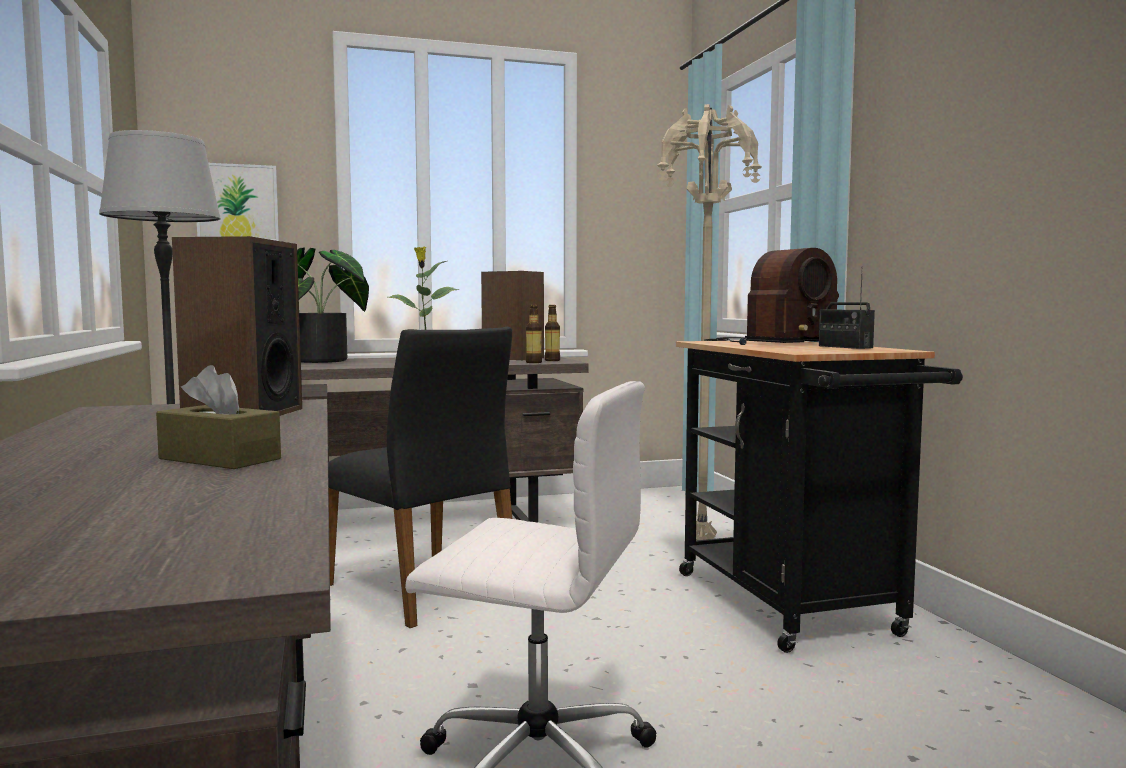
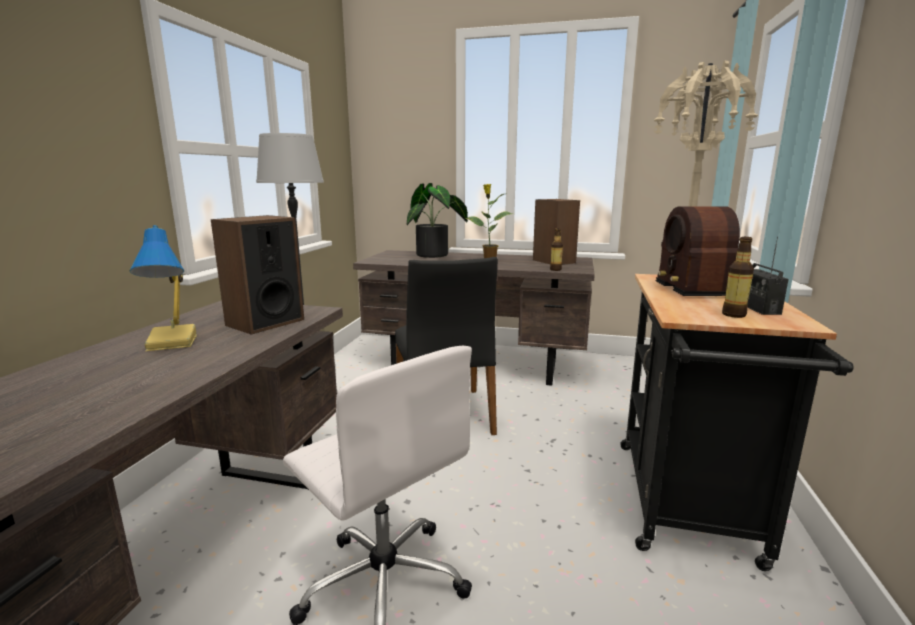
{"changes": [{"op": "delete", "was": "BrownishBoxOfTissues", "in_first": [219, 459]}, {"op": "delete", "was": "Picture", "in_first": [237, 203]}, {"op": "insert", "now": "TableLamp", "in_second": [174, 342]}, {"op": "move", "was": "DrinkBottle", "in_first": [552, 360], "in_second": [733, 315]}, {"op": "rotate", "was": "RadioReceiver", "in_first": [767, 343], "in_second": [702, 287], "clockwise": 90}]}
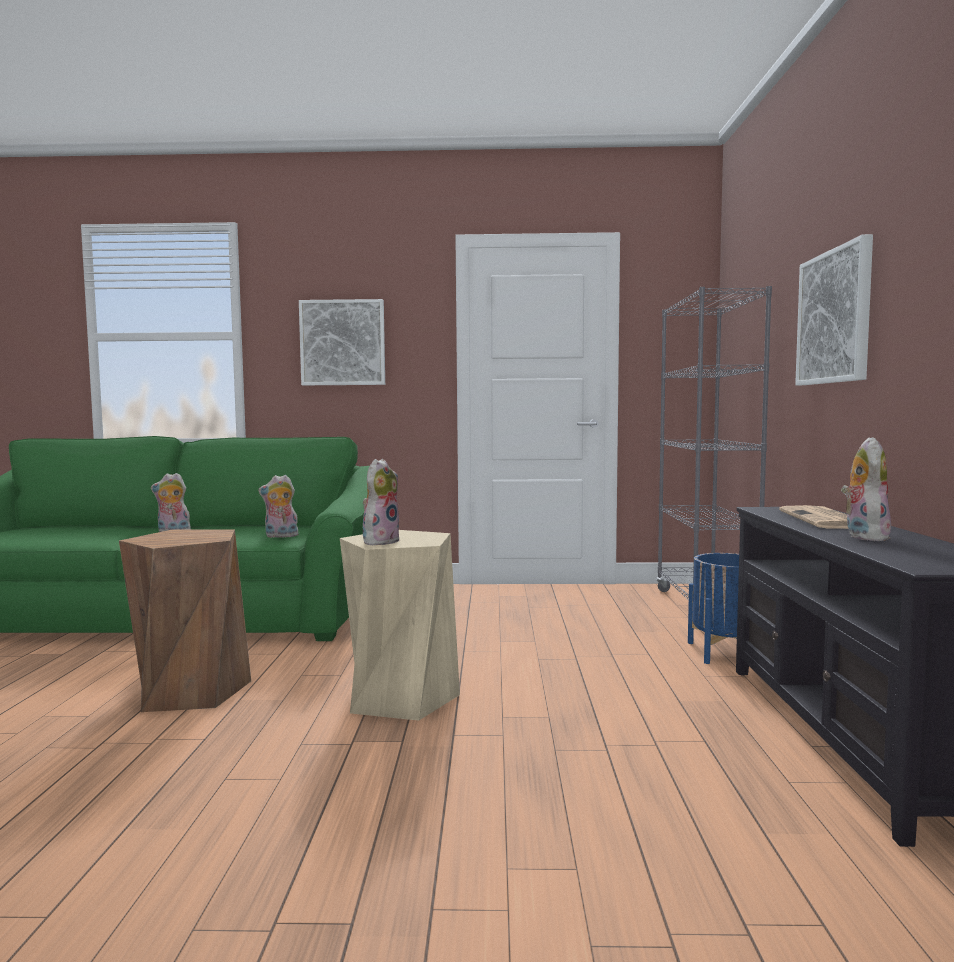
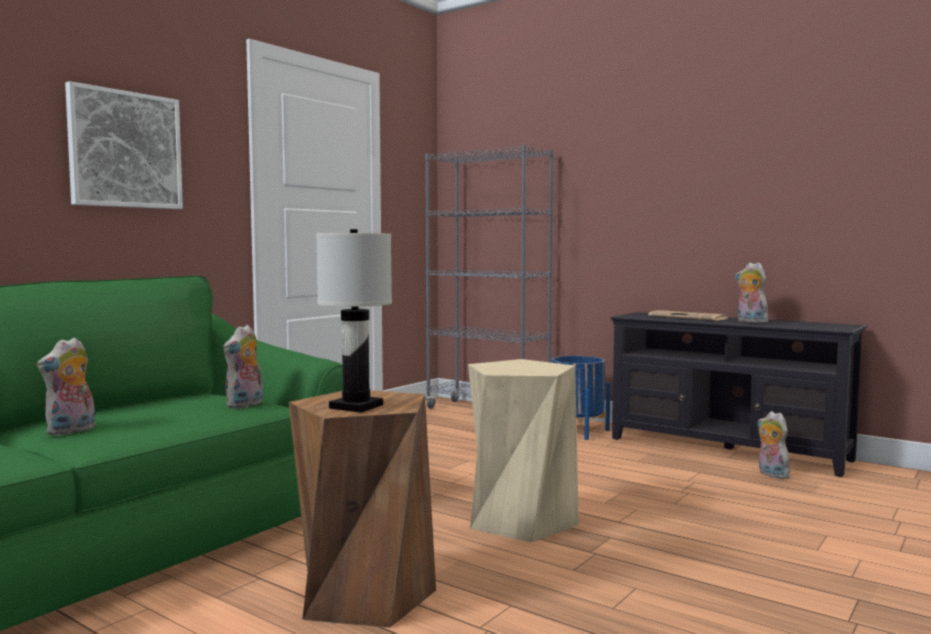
{"changes": [{"op": "delete", "was": "Picture", "in_first": [835, 317]}, {"op": "insert", "now": "WhitishTableLamp", "in_second": [357, 406]}, {"op": "move", "was": "SoftToy", "in_first": [380, 541], "in_second": [771, 474]}]}
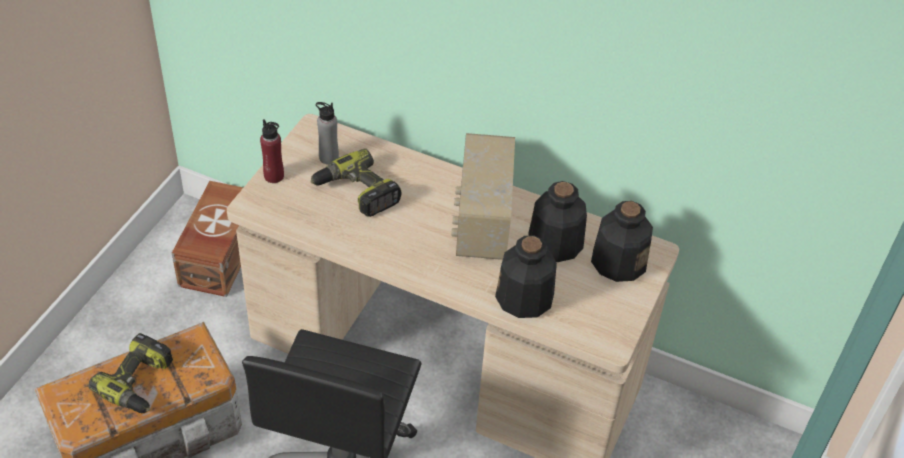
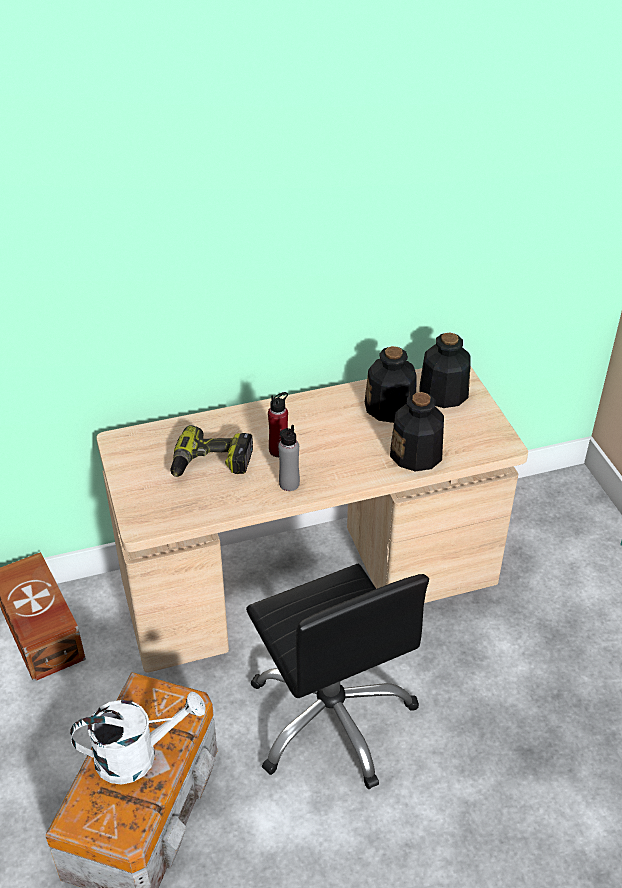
{"changes": [{"op": "delete", "was": "RadioReceiver", "in_first": [481, 224]}, {"op": "move", "was": "RedDrinkBottle", "in_first": [274, 176], "in_second": [279, 450]}, {"op": "move", "was": "GrayDrinkBottle", "in_first": [328, 157], "in_second": [289, 484]}, {"op": "replace", "was": "Drill", "now": "WhitishSprinklingCan", "in_first": [140, 383], "in_second": [137, 755]}]}
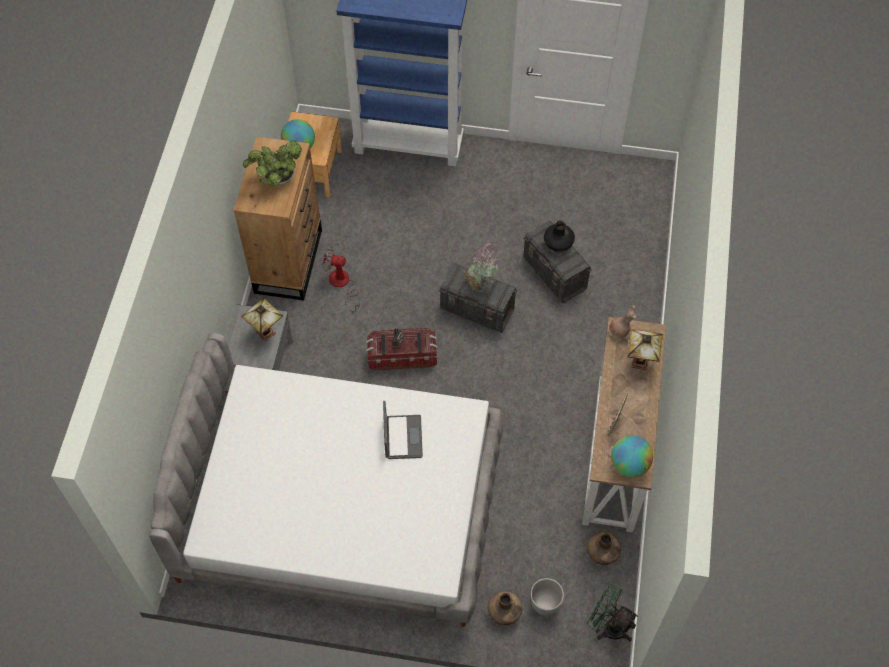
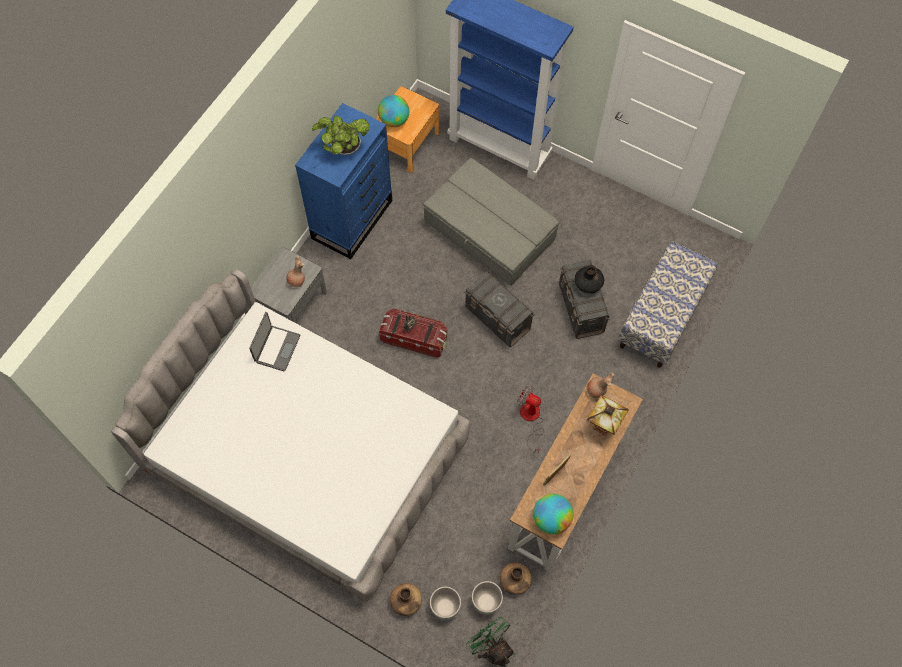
{"changes": [{"op": "delete", "was": "PottedPlant", "in_first": [481, 282]}, {"op": "insert", "now": "GrayPouffe", "in_second": [489, 232]}, {"op": "insert", "now": "GrayPlanter", "in_second": [486, 602]}, {"op": "insert", "now": "LongSeat", "in_second": [662, 317]}, {"op": "move", "was": "ElectricFan", "in_first": [342, 284], "in_second": [530, 419]}, {"op": "move", "was": "Laptop", "in_first": [402, 437], "in_second": [276, 348]}, {"op": "replace", "was": "TableLamp", "now": "BrownishDecorativeVase", "in_first": [267, 333], "in_second": [297, 281]}, {"op": "recolor", "was": "BrownishChestOfDrawers", "now": "BlueChestOfDrawers", "in_first": [289, 260], "in_second": [352, 219]}]}
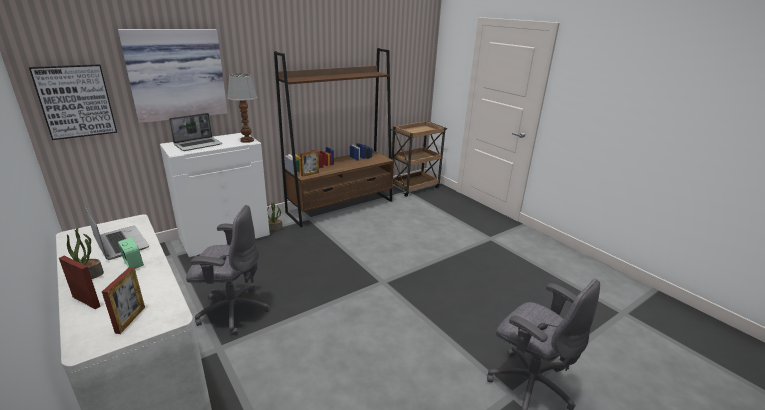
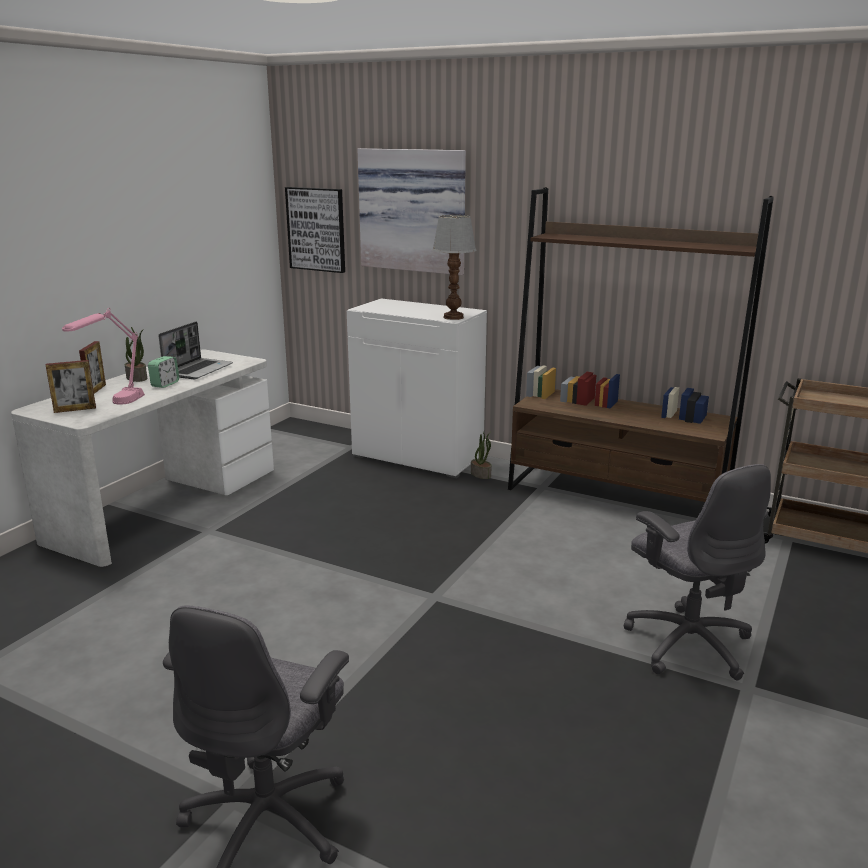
{"changes": [{"op": "delete", "was": "Laptop", "in_first": [198, 145]}, {"op": "delete", "was": "StandingFrame", "in_first": [310, 174]}, {"op": "insert", "now": "PinkColouredTableLamp", "in_second": [114, 406]}, {"op": "move", "was": "GrayComputerChair", "in_first": [232, 310], "in_second": [687, 643]}]}
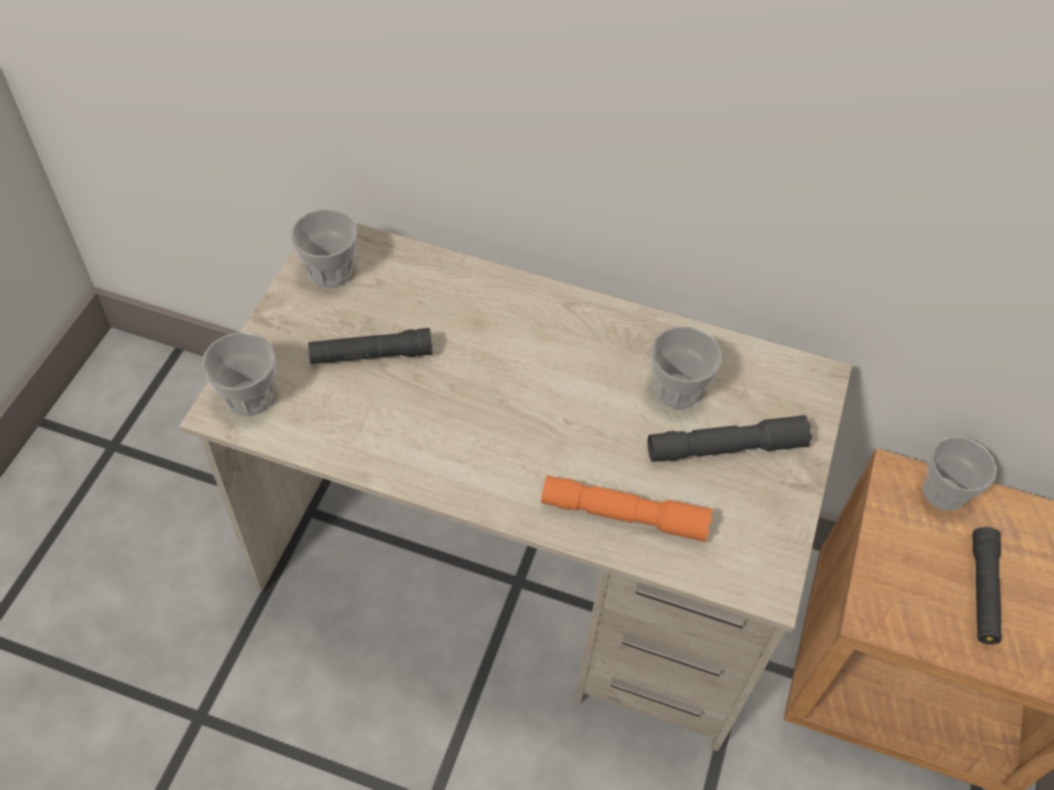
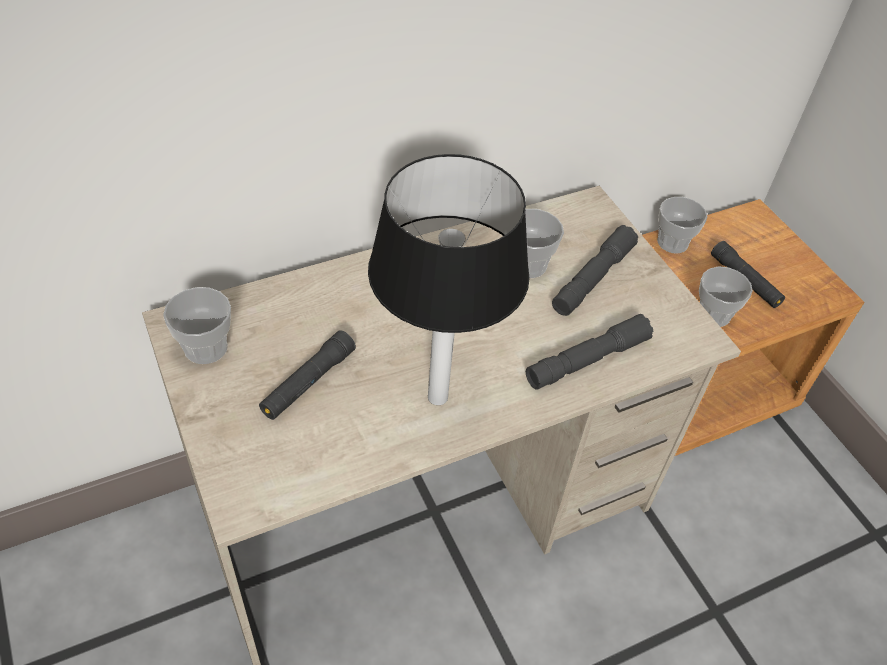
{"changes": [{"op": "insert", "now": "TableLamp", "in_second": [436, 398]}, {"op": "move", "was": "DrinkingCup", "in_first": [249, 397], "in_second": [713, 314]}, {"op": "recolor", "was": "OrangeFlashlight", "now": "GrayFlashlight", "in_first": [624, 515], "in_second": [587, 360]}]}
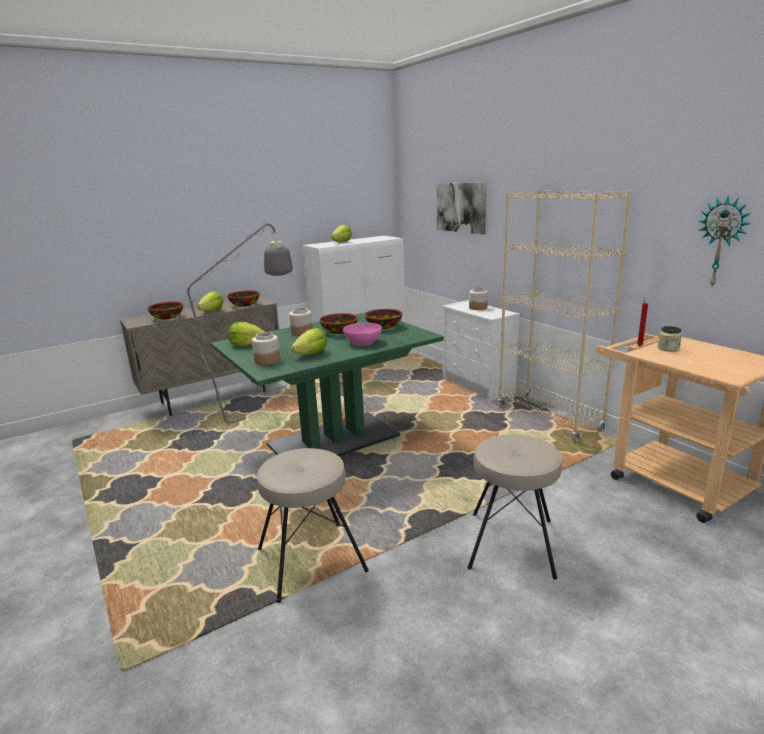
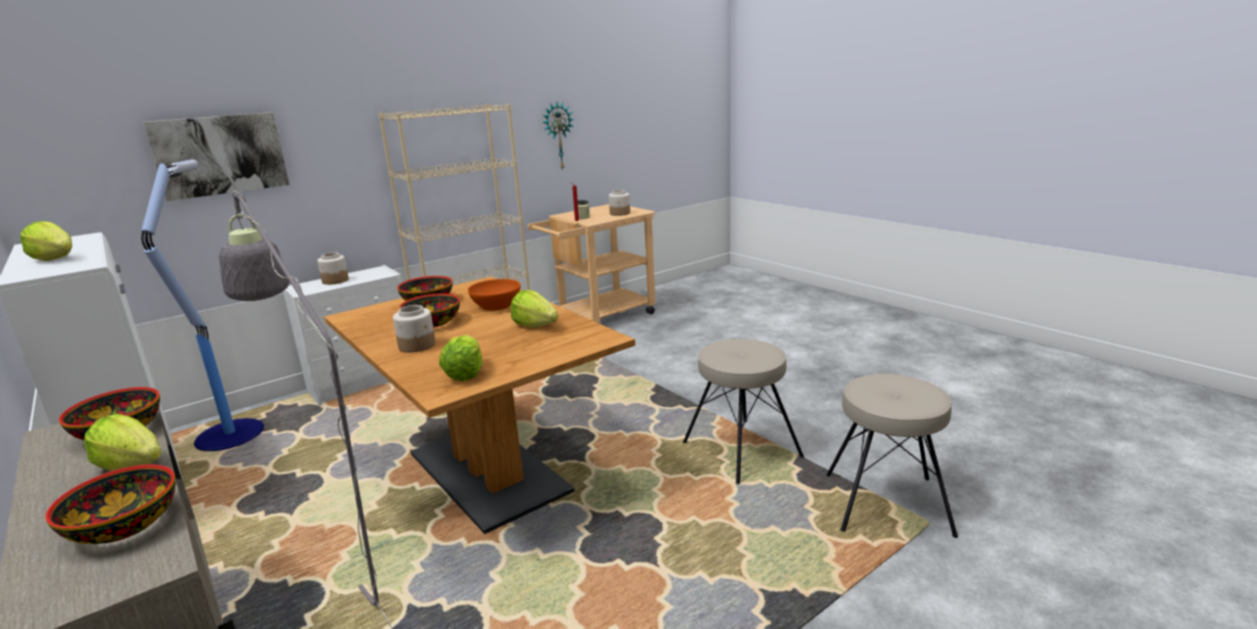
{"changes": [{"op": "insert", "now": "StandingLamp", "in_second": [231, 434]}, {"op": "move", "was": "PreserveJar", "in_first": [267, 361], "in_second": [620, 213]}, {"op": "move", "was": "BeigeStoolSeat", "in_first": [512, 543], "in_second": [886, 503]}, {"op": "recolor", "was": "GreenDinnerTable", "now": "BrownishDinnerTable", "in_first": [334, 441], "in_second": [488, 473]}, {"op": "recolor", "was": "PinkColouredBowl", "now": "OrangeBowl", "in_first": [363, 342], "in_second": [496, 306]}]}
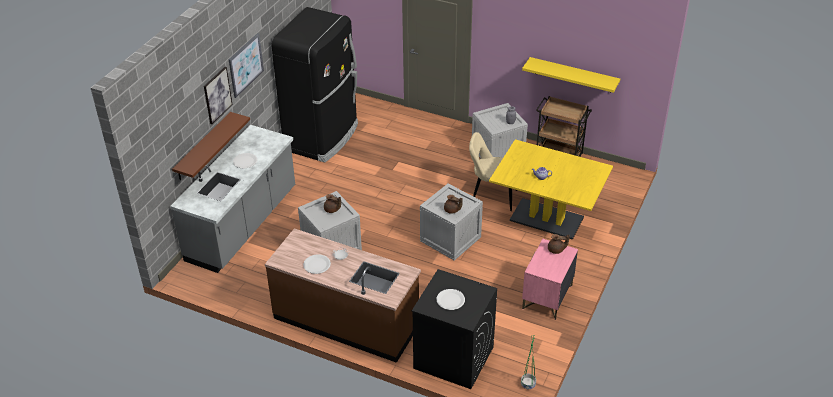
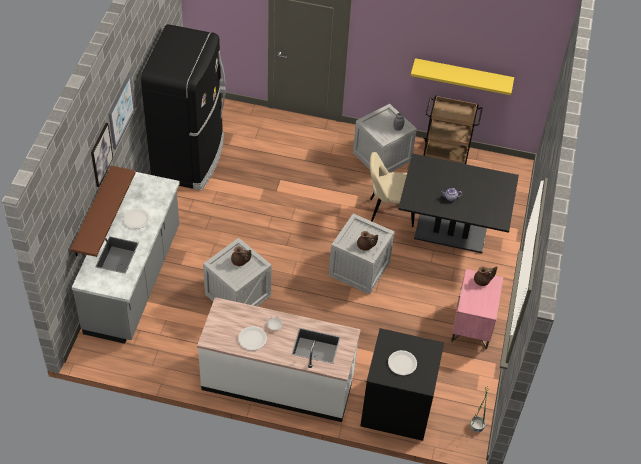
{"changes": [{"op": "recolor", "was": "BrownishKitchenBaseUnit", "now": "WhitishKitchenBaseUnit", "in_first": [346, 321], "in_second": [278, 382]}, {"op": "recolor", "was": "YellowishDinnerTable", "now": "BlackishDinnerTable", "in_first": [546, 219], "in_second": [450, 232]}]}
